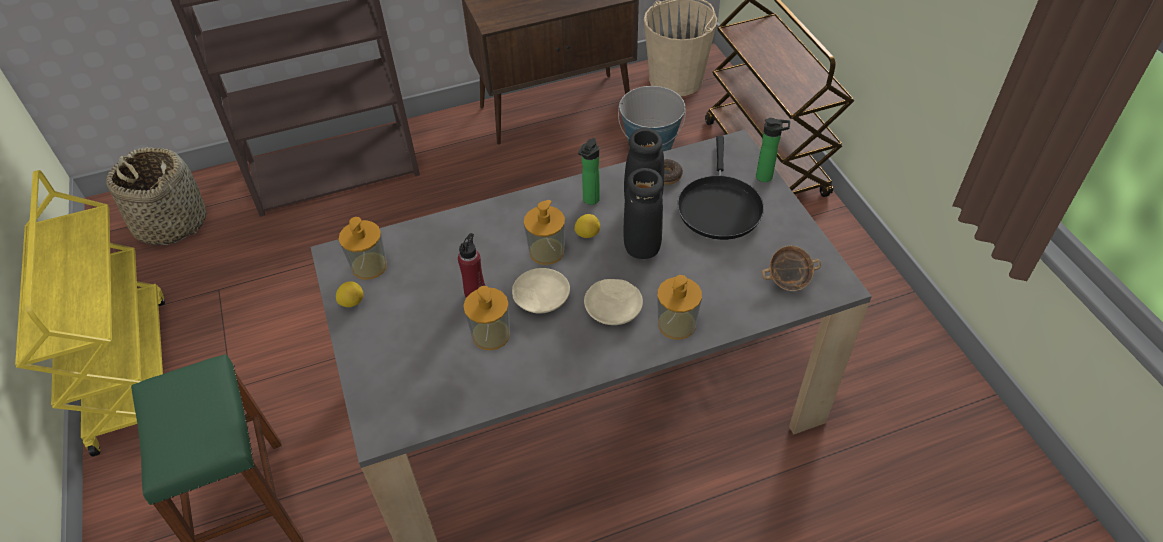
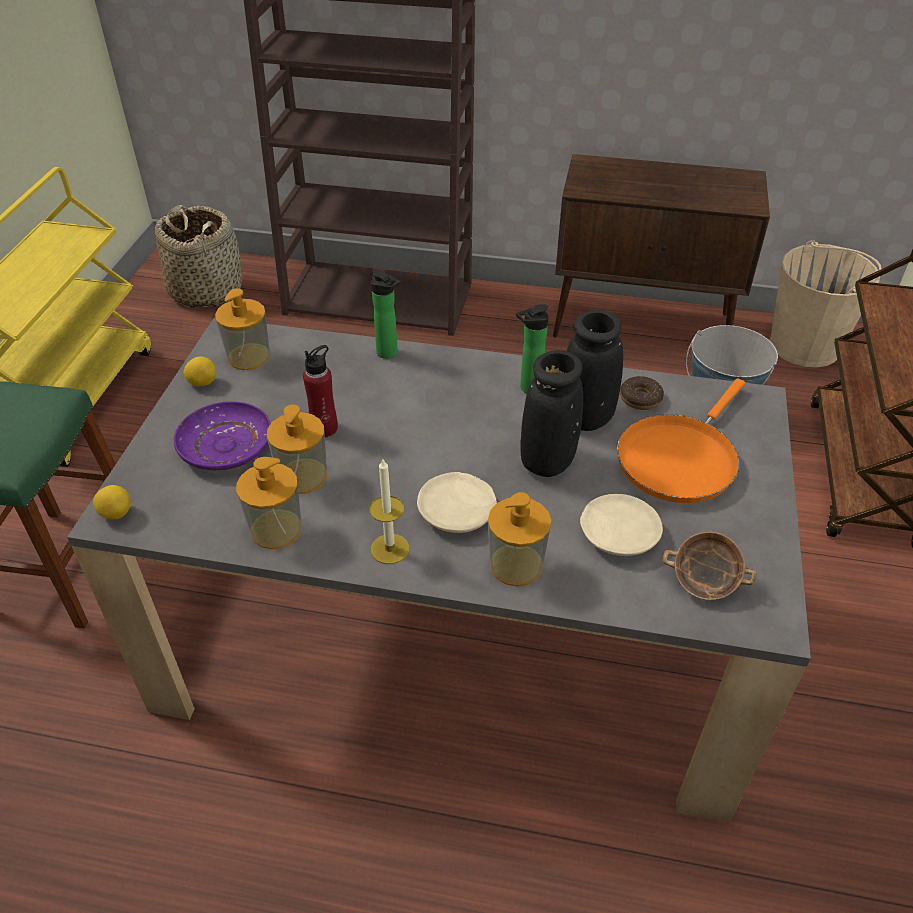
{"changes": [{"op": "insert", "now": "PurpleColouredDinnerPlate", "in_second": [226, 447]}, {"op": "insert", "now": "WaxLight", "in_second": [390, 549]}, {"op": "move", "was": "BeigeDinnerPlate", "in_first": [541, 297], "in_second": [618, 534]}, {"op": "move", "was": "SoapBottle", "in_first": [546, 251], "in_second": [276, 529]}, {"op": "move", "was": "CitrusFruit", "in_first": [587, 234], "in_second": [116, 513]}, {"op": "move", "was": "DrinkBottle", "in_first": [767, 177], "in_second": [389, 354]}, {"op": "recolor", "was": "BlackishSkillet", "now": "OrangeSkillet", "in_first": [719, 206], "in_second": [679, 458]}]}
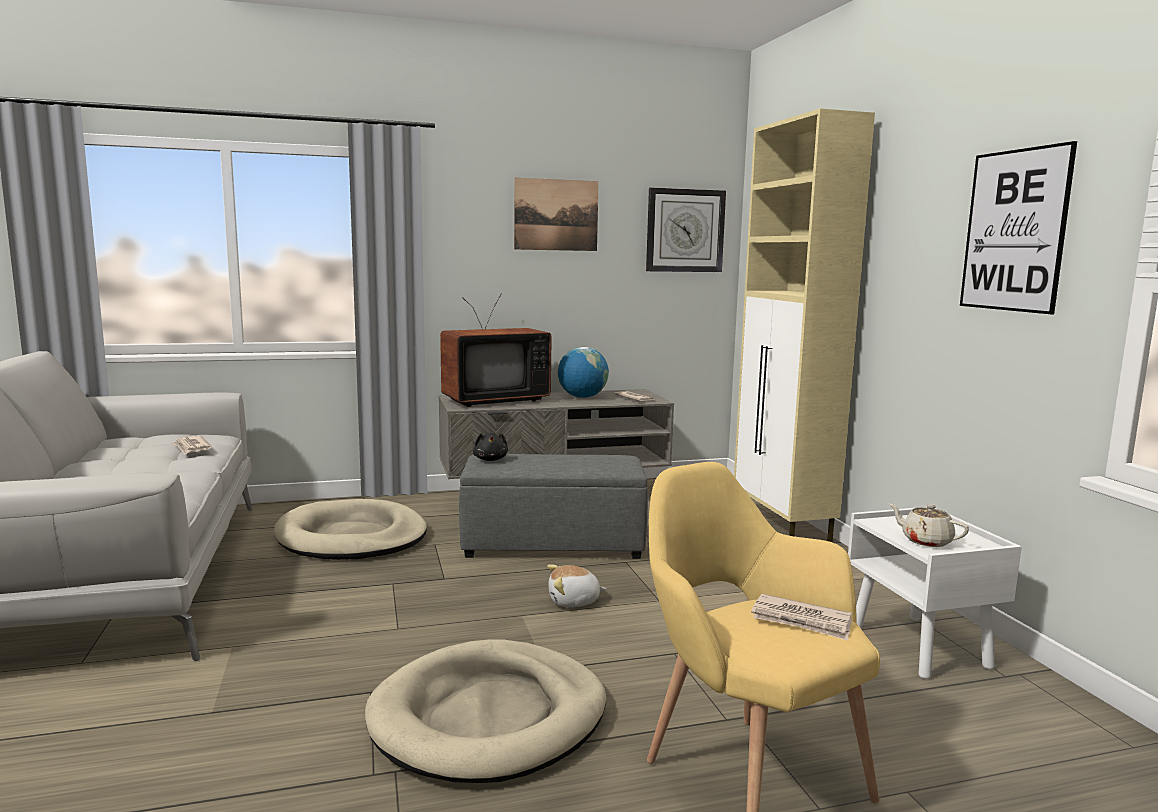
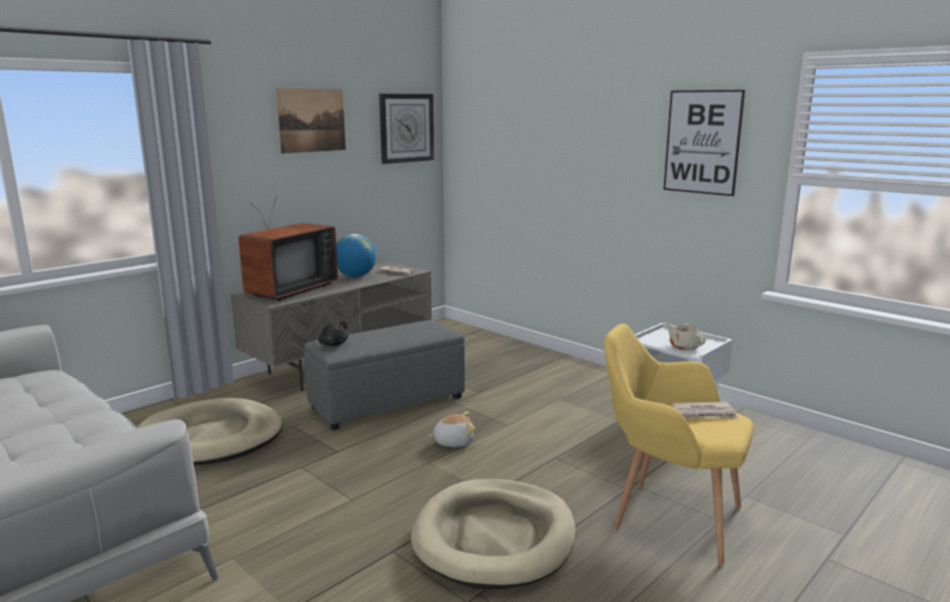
{"changes": [{"op": "delete", "was": "Newspaper", "in_first": [191, 447]}, {"op": "delete", "was": "BeigeStorageCabinet", "in_first": [782, 526]}, {"op": "rotate", "was": "SoftToy", "in_first": [574, 601], "in_second": [453, 441], "clockwise": -150}, {"op": "rotate", "was": "BeigePotForTea", "in_first": [925, 541], "in_second": [684, 346], "clockwise": 45}]}
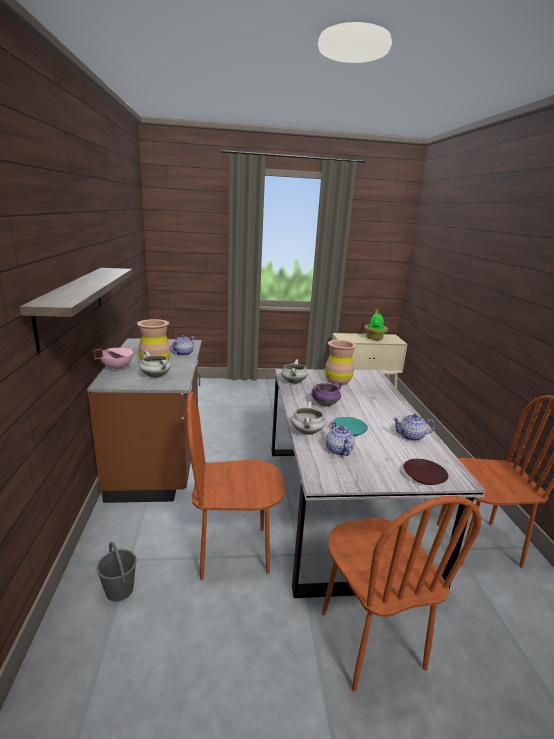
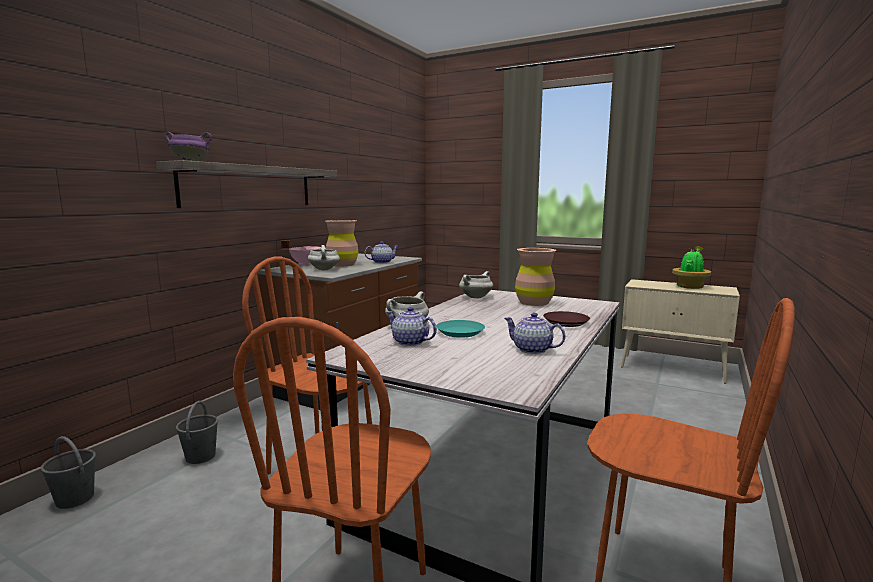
{"changes": [{"op": "insert", "now": "GrayBucket", "in_second": [74, 498]}, {"op": "move", "was": "PurpleColouredStockpot", "in_first": [325, 404], "in_second": [191, 161]}, {"op": "move", "was": "BrownishDinnerPlate", "in_first": [424, 475], "in_second": [565, 322]}, {"op": "rotate", "was": "PotForTea", "in_first": [338, 450], "in_second": [410, 342], "clockwise": -75}]}
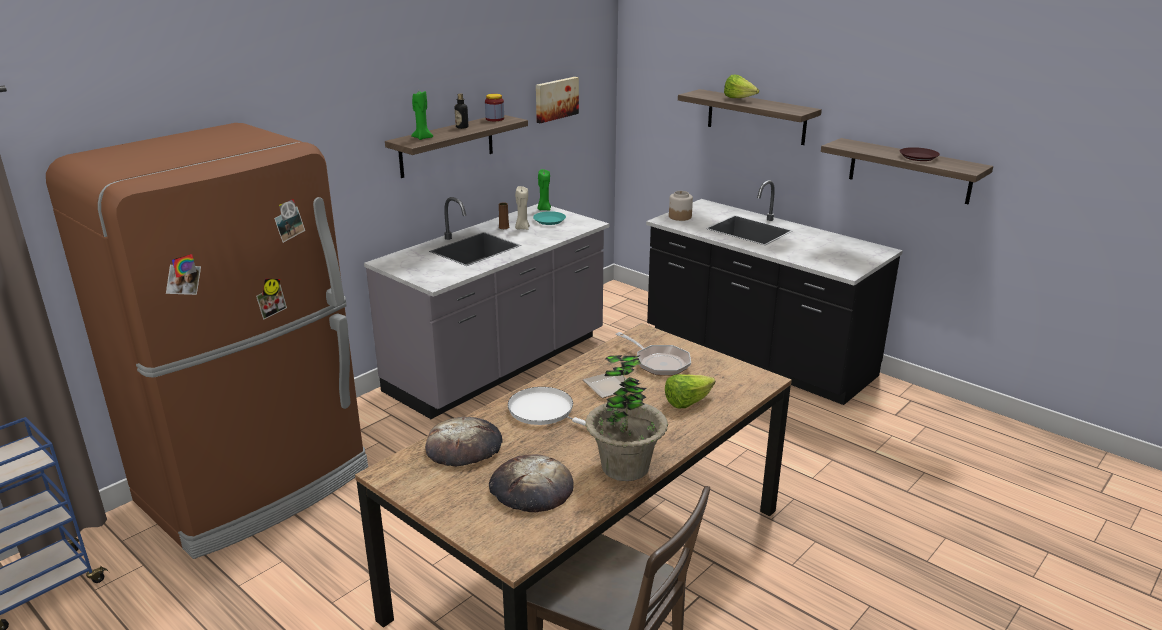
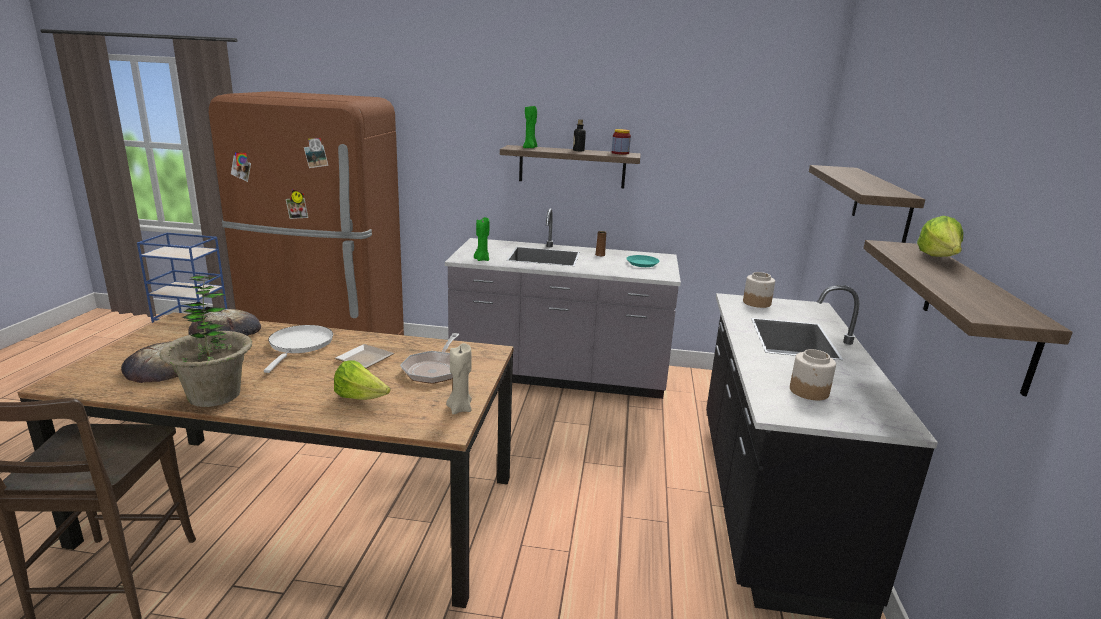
{"changes": [{"op": "delete", "was": "Picture", "in_first": [555, 99]}, {"op": "delete", "was": "BrownishDinnerPlate", "in_first": [918, 157]}, {"op": "insert", "now": "PreserveJar", "in_second": [809, 391]}, {"op": "move", "was": "BeigeWaxLight", "in_first": [522, 228], "in_second": [459, 408]}, {"op": "move", "was": "GreenWaxLight", "in_first": [544, 209], "in_second": [482, 259]}, {"op": "move", "was": "LettuceHead", "in_first": [739, 99], "in_second": [938, 259]}]}
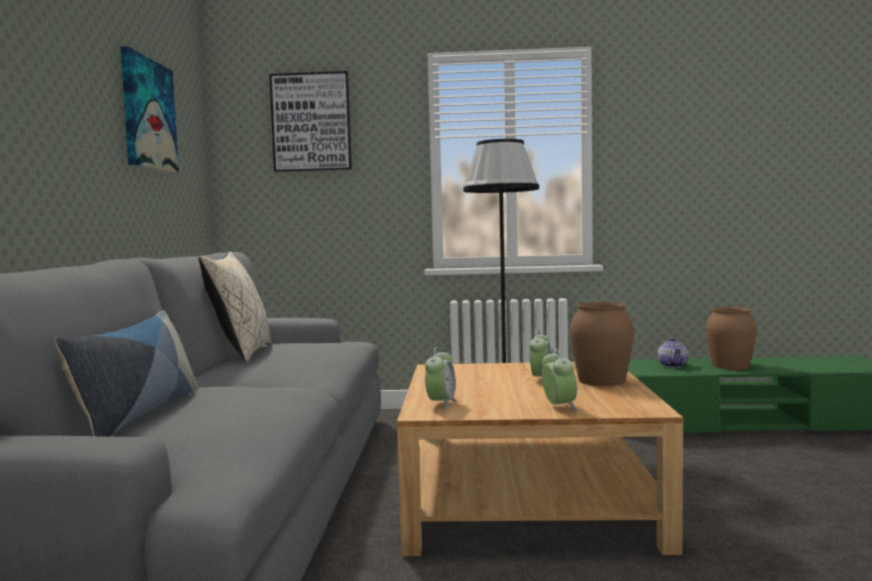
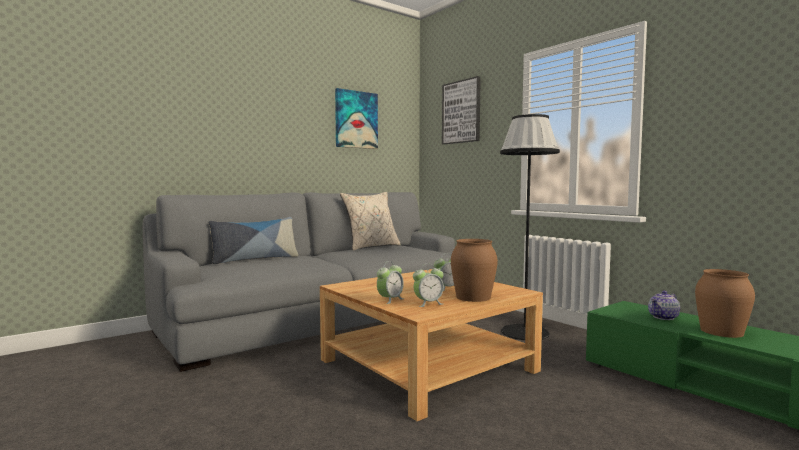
{"changes": [{"op": "move", "was": "BedsideClock", "in_first": [441, 404], "in_second": [428, 303]}]}
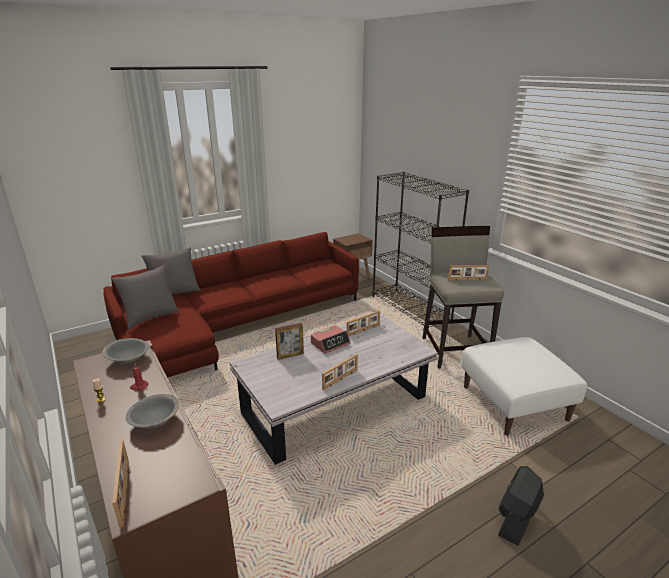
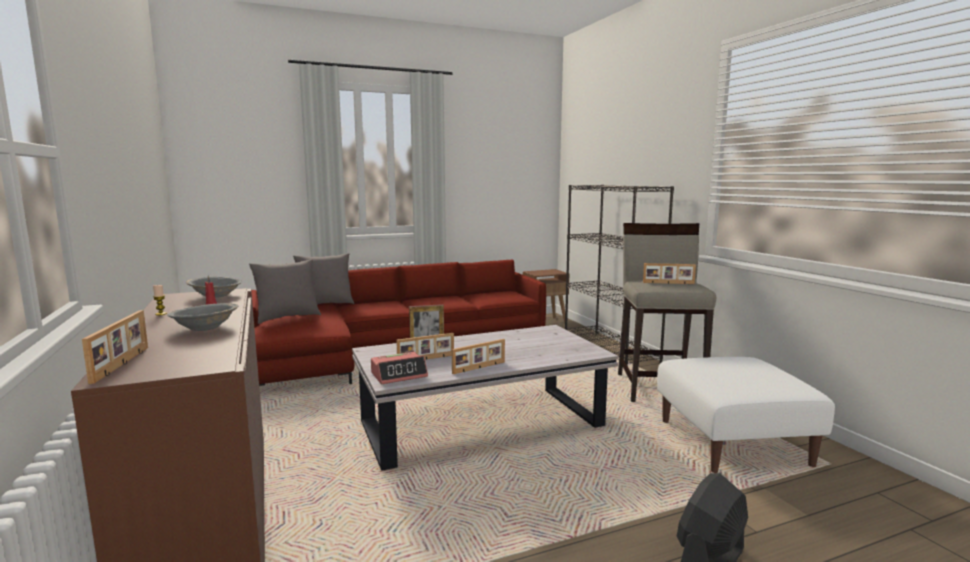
{"changes": [{"op": "move", "was": "BedsideClock", "in_first": [330, 343], "in_second": [399, 375]}, {"op": "move", "was": "StandingFrame", "in_first": [363, 330], "in_second": [426, 359]}]}
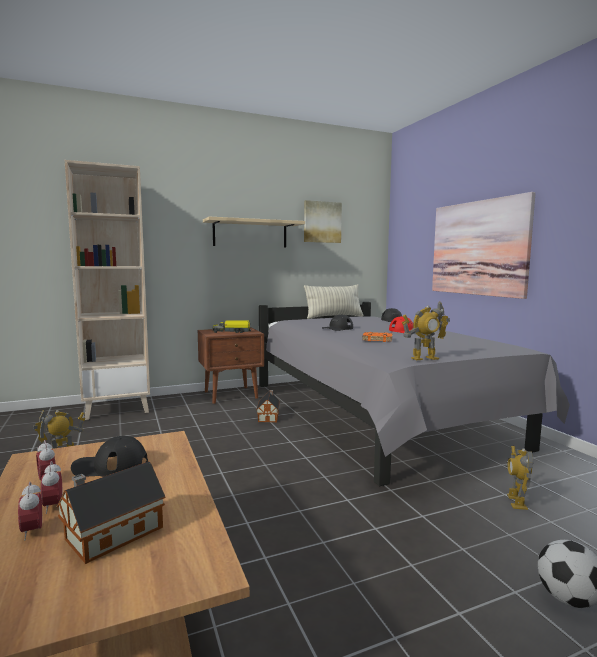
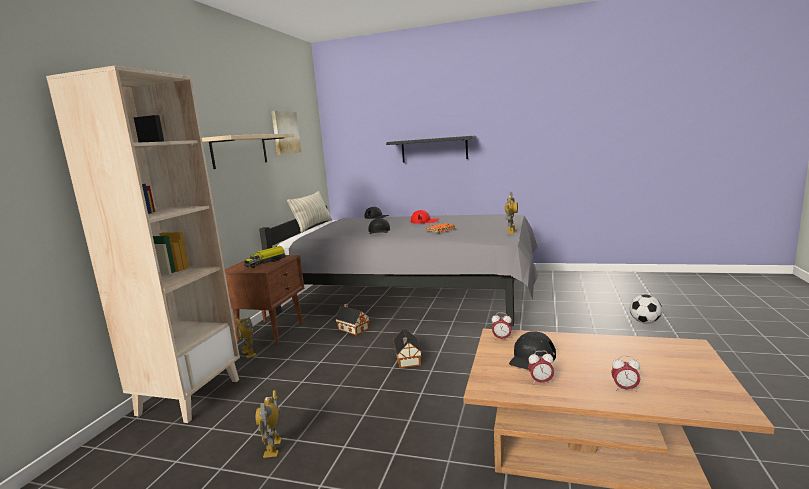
{"changes": [{"op": "move", "was": "BedsideClock", "in_first": [53, 506], "in_second": [502, 339]}, {"op": "move", "was": "MiniatureHouse", "in_first": [110, 534], "in_second": [407, 359]}, {"op": "move", "was": "ToyRobot", "in_first": [516, 502], "in_second": [248, 353]}, {"op": "replace", "was": "Picture", "now": "BlackishShelf", "in_first": [478, 248], "in_second": [434, 149]}]}
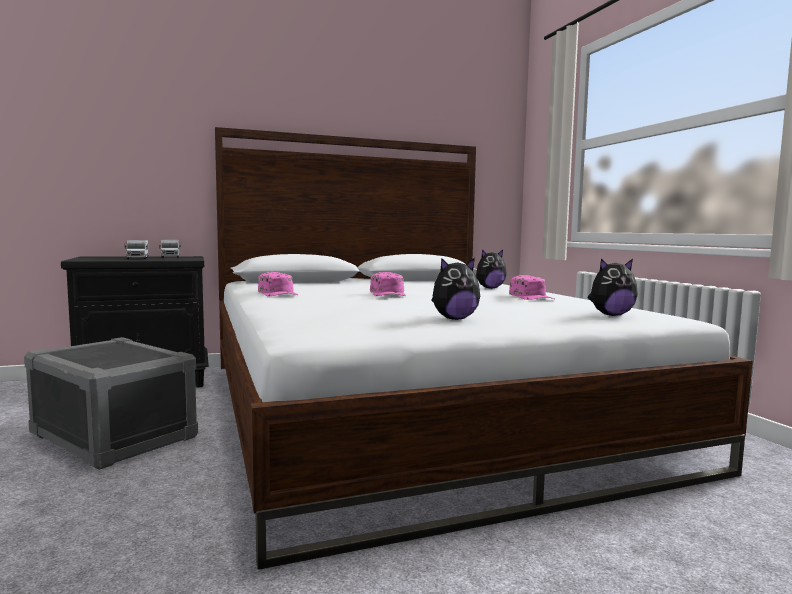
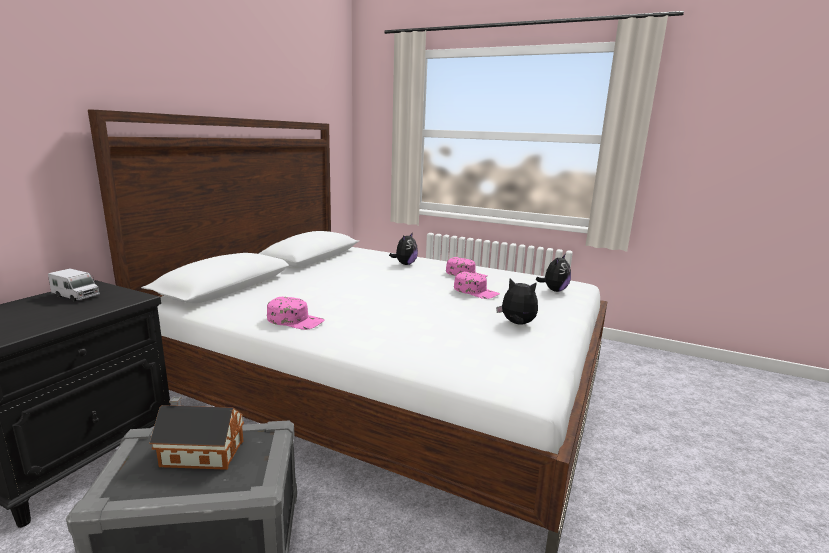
{"changes": [{"op": "delete", "was": "ToyLorry", "in_first": [137, 258]}, {"op": "insert", "now": "MiniatureHouse", "in_second": [199, 452]}, {"op": "move", "was": "PinkColouredPeakedCap", "in_first": [388, 293], "in_second": [476, 291]}, {"op": "rotate", "was": "SoftToy", "in_first": [454, 319], "in_second": [517, 324], "clockwise": -90}]}
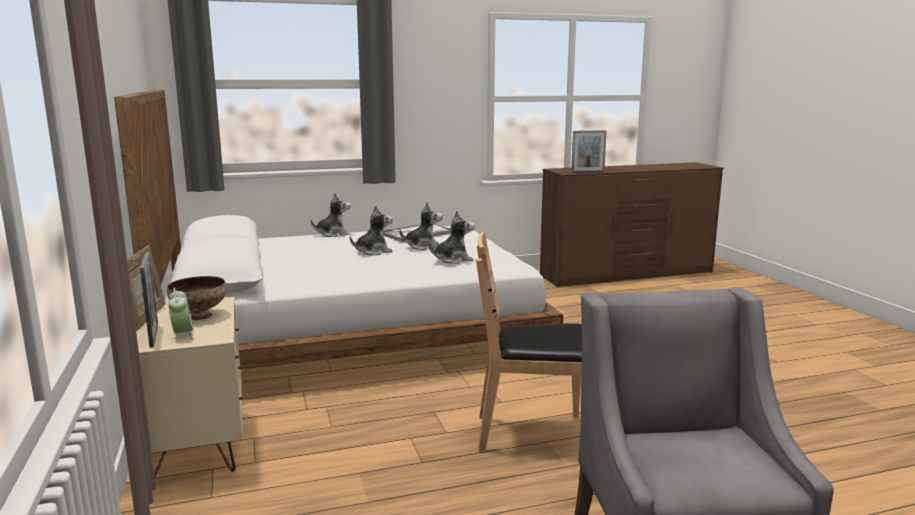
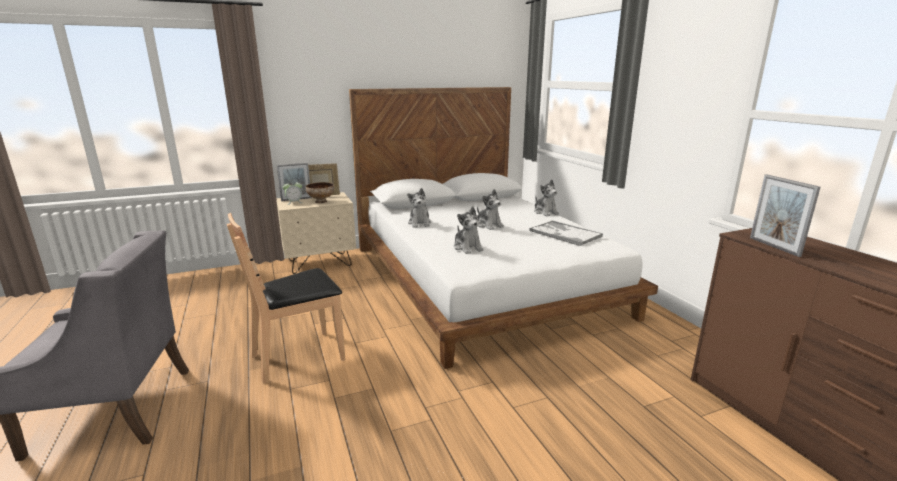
{"changes": [{"op": "move", "was": "SoftToy", "in_first": [423, 246], "in_second": [419, 223]}, {"op": "rotate", "was": "BrownishChair", "in_first": [532, 434], "in_second": [299, 356], "clockwise": -120}]}
